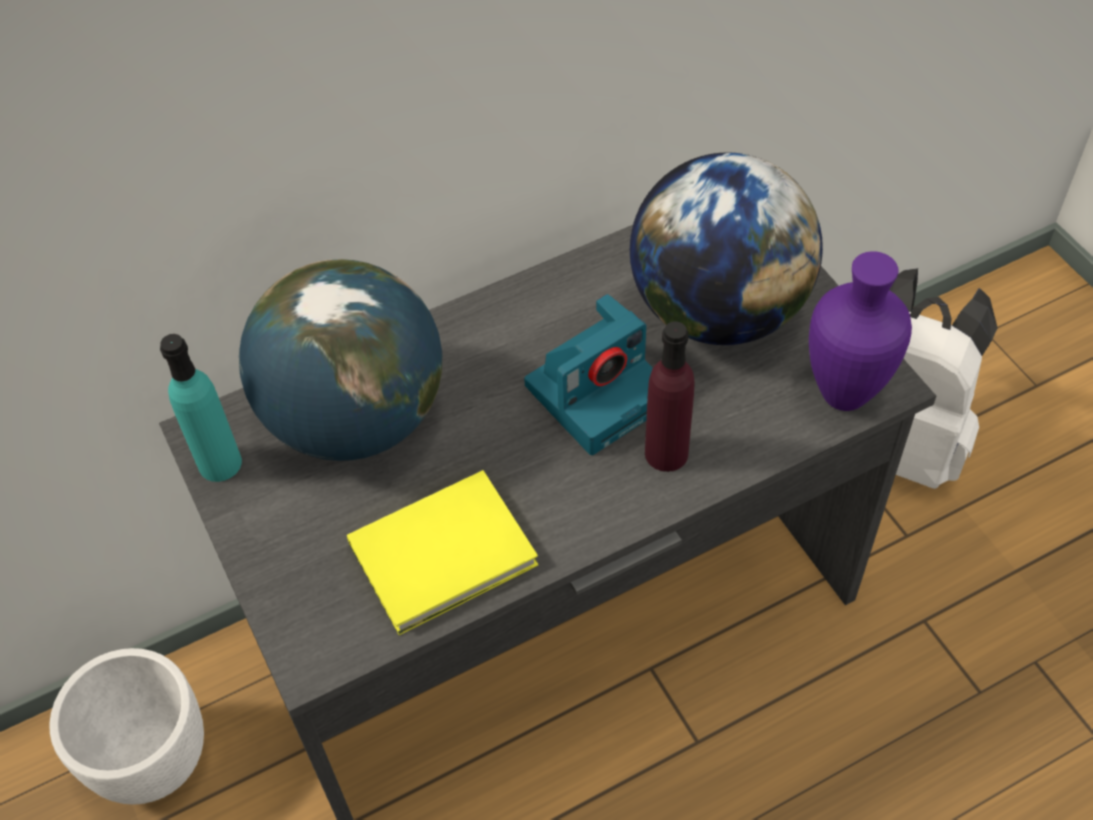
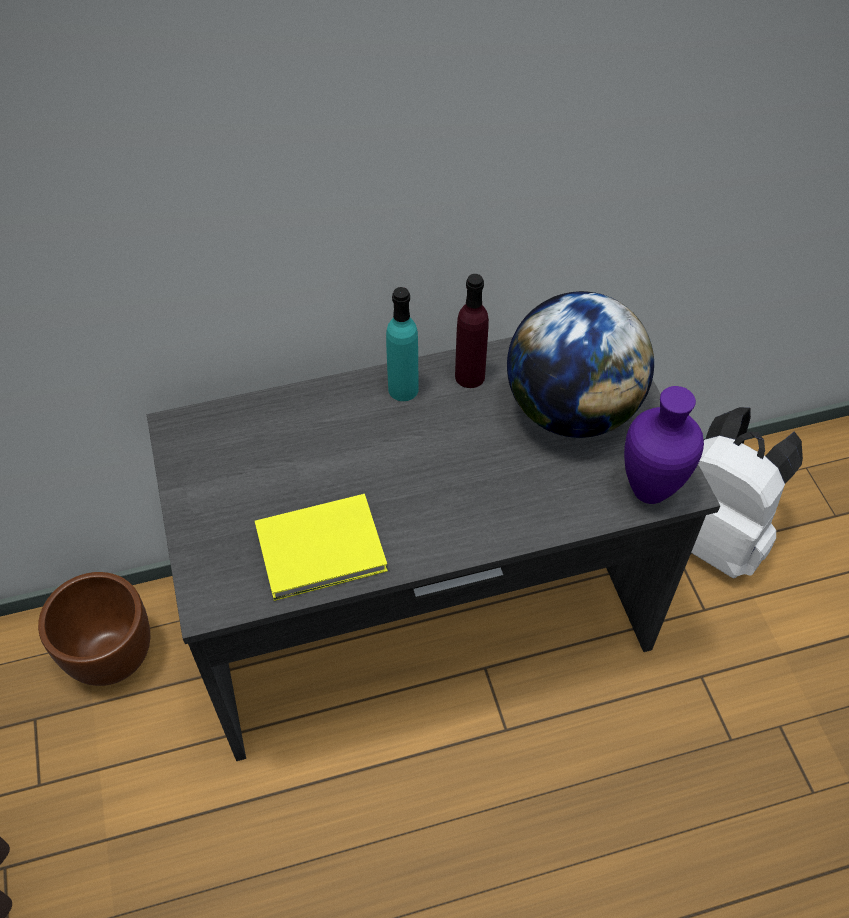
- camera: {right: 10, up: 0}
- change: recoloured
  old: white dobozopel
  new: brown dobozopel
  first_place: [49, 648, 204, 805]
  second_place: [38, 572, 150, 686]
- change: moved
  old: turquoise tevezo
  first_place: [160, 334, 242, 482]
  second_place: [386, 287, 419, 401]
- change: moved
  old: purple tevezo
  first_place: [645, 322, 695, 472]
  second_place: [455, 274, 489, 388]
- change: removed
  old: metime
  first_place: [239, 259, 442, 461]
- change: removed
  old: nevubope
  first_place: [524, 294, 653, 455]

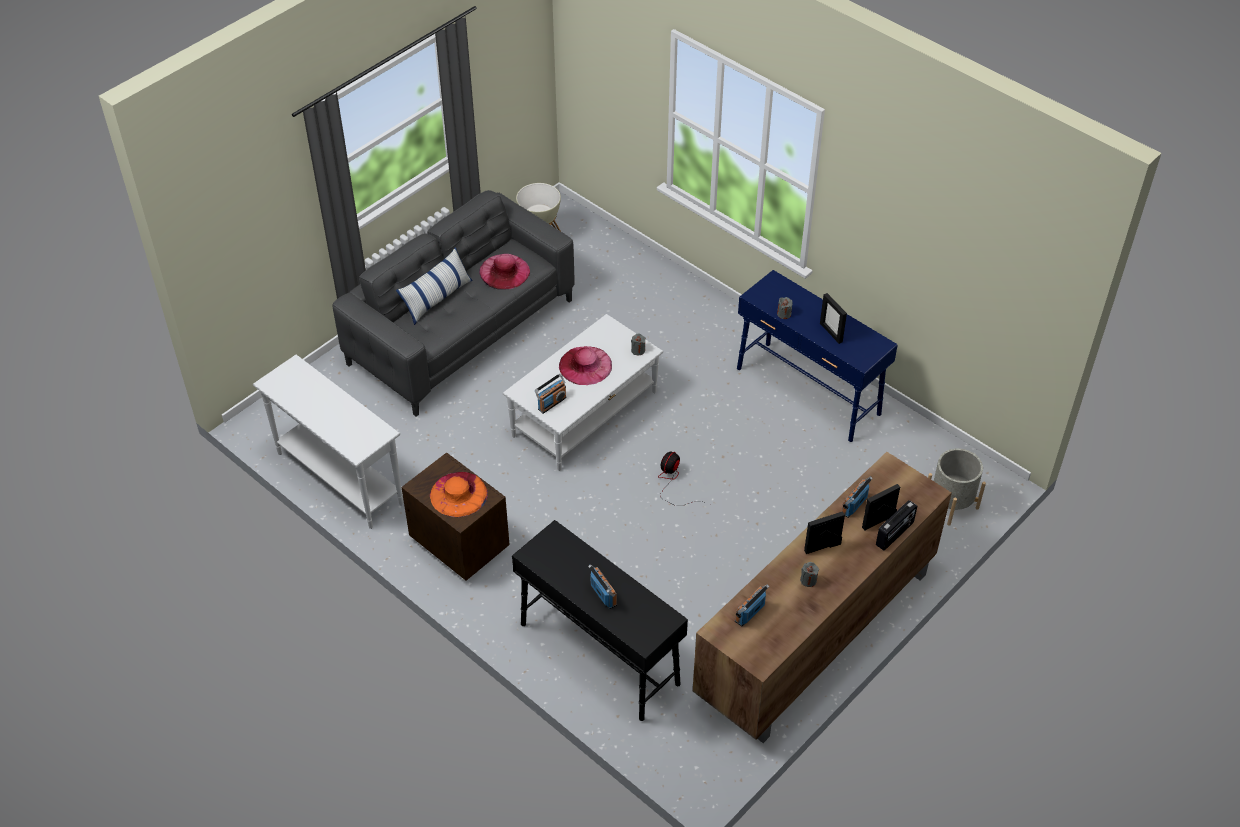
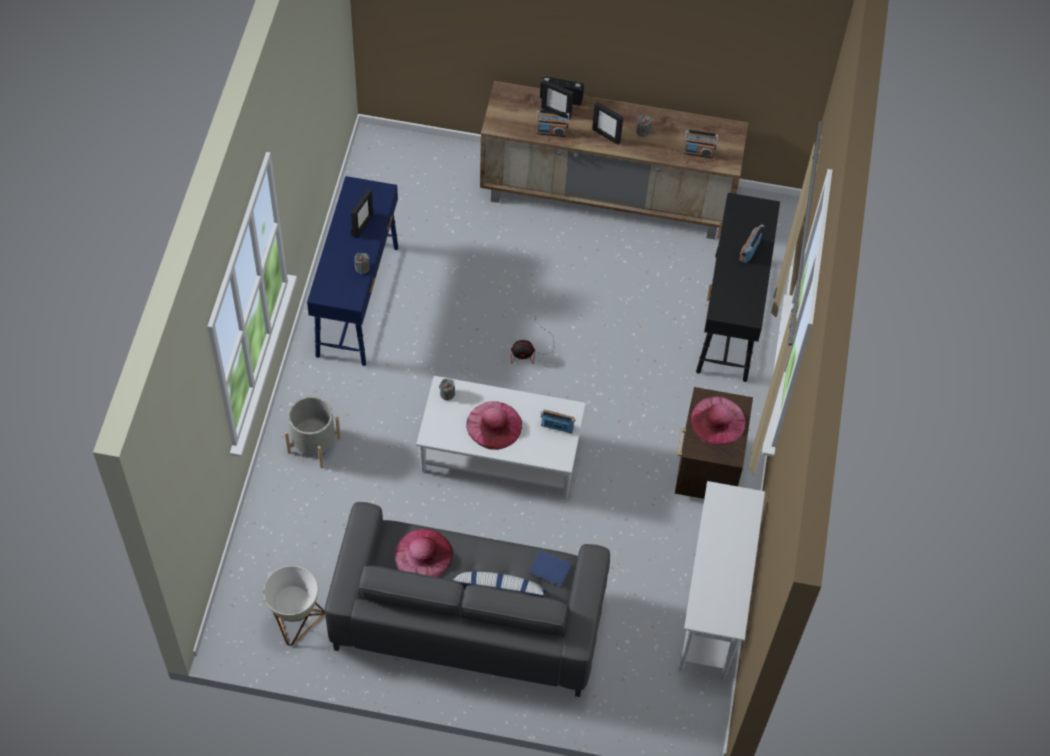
- camera: {right: -125, up: 10}
- change: moved
  old: grey dobozopel
  first_place: [928, 448, 986, 526]
  second_place: [284, 396, 341, 468]
- change: added
  new: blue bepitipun
  second_place: [529, 550, 572, 587]
- change: recoloured
  old: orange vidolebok
  new: pink vidolebok
  first_place: [430, 472, 488, 517]
  second_place: [690, 396, 746, 445]

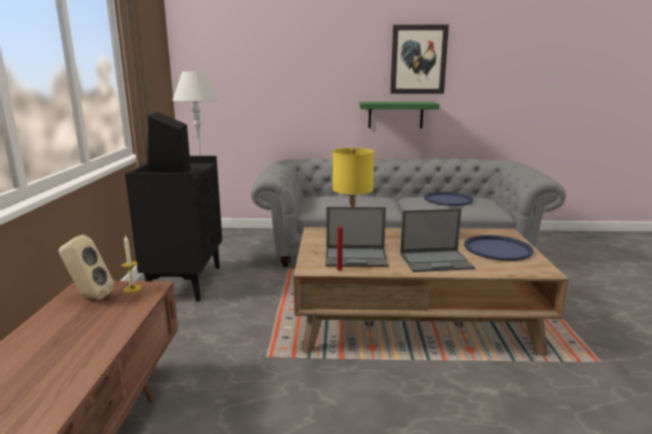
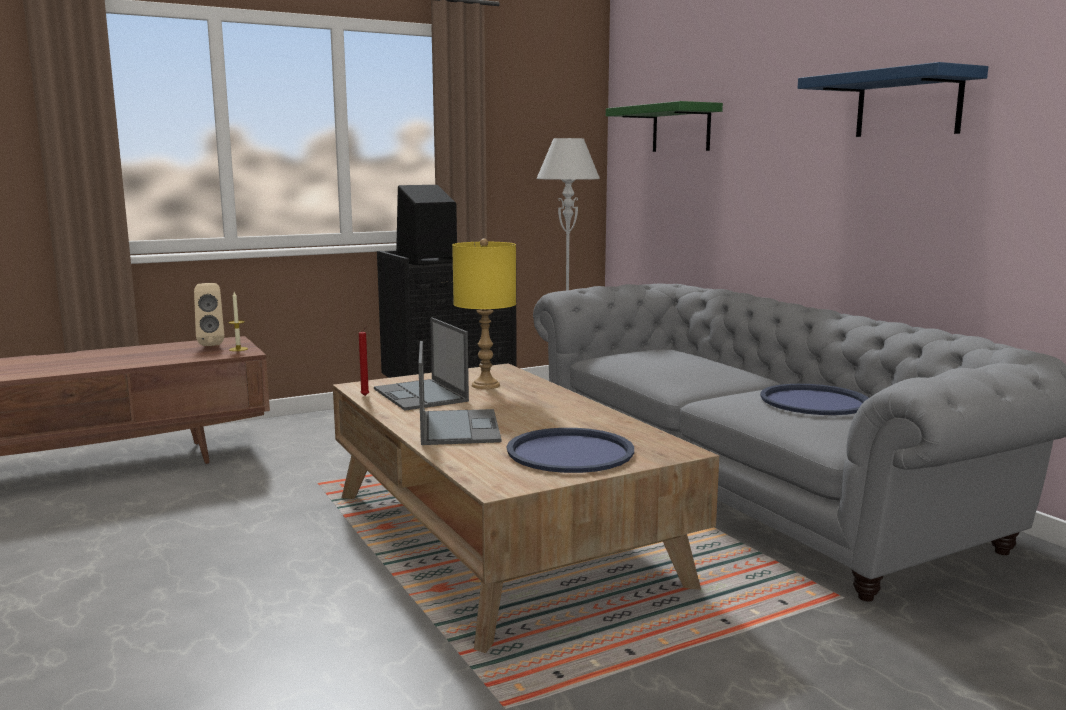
- camera: {right: 60, up: -5}
- change: turned
  old: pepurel
  first_place: [400, 209, 475, 272]
  second_place: [418, 341, 501, 445]
  degrees: -150
- change: moved
  old: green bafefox
  first_place: [359, 102, 440, 128]
  second_place: [606, 101, 723, 152]
- change: replaced
  old: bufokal
  new: blue bafefox
  first_place: [390, 25, 449, 94]
  second_place: [798, 62, 988, 137]

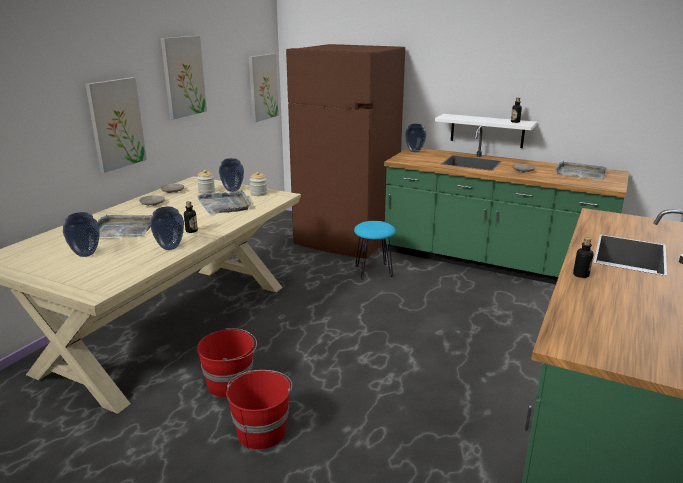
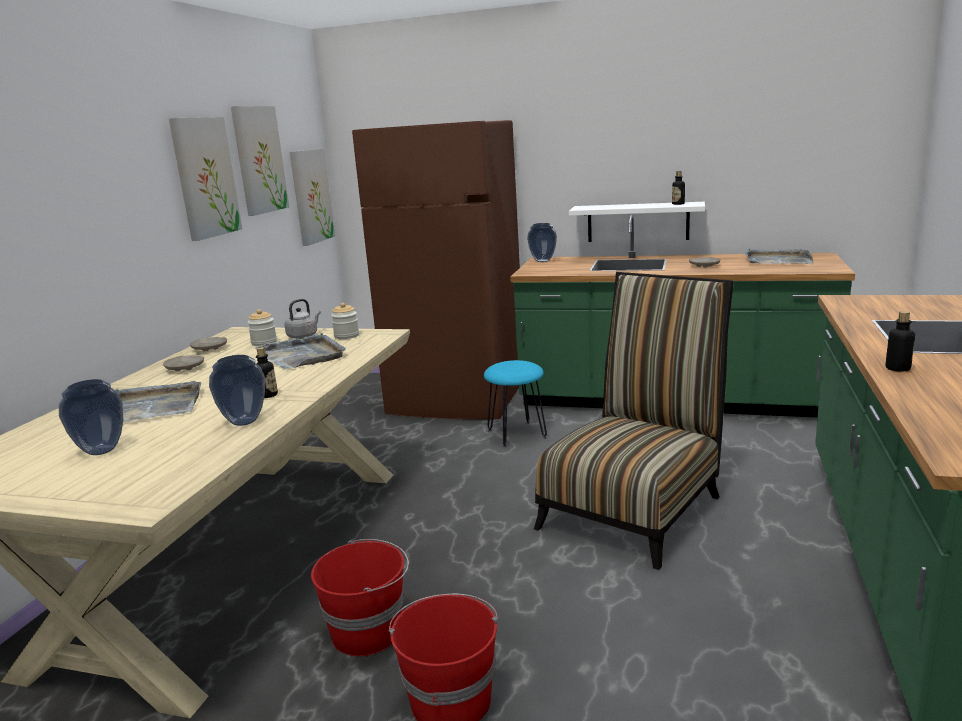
- camera: {right: -10, up: -5}
- change: moved
  old: bufokal
  first_place: [85, 77, 147, 173]
  second_place: [231, 106, 289, 216]
- change: replaced
  old: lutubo
  new: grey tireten
  first_place: [219, 158, 244, 192]
  second_place: [284, 299, 321, 339]
- change: added
  new: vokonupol
  second_place: [534, 272, 734, 570]

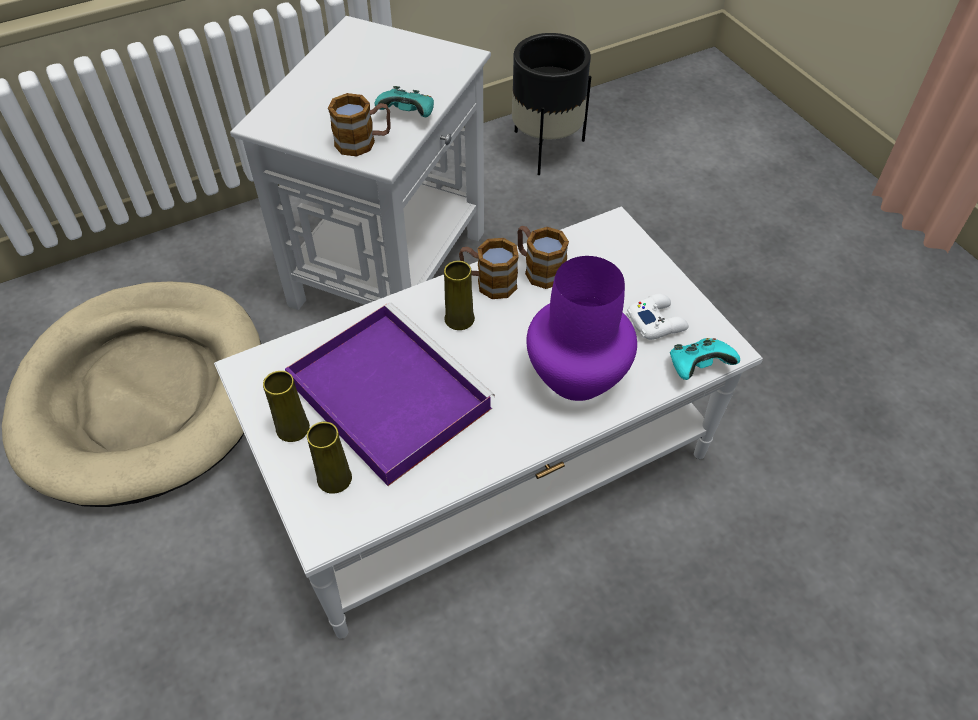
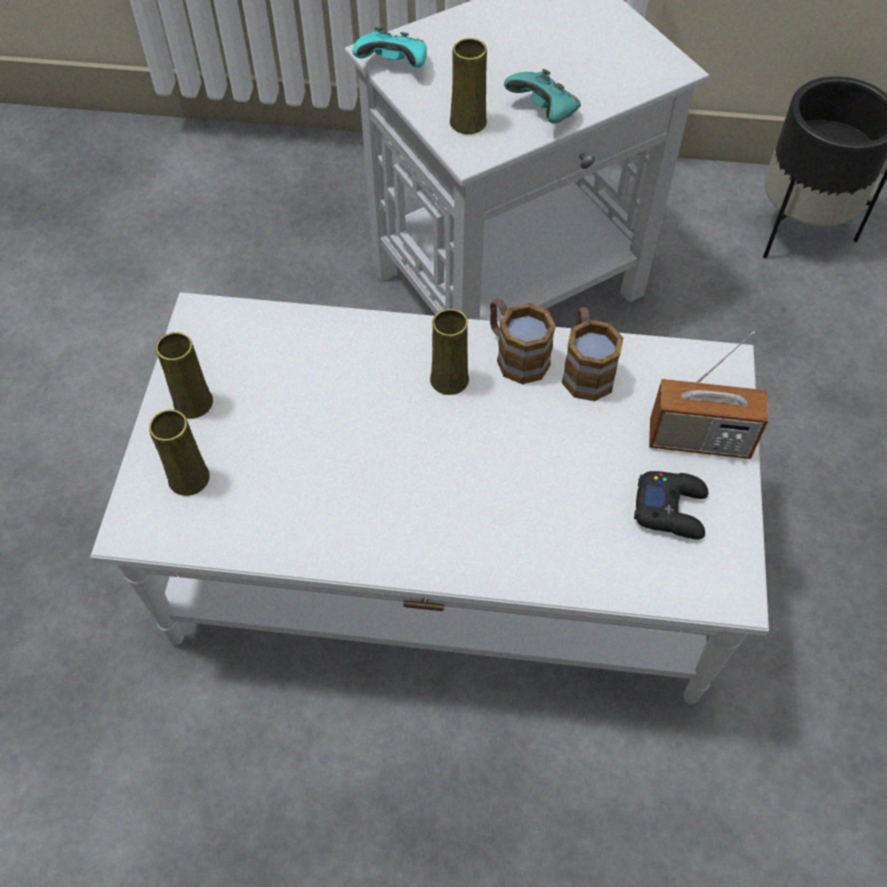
- camera: {right: 35, up: 5}
- change: moved
  old: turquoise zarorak
  first_place: [670, 338, 740, 380]
  second_place: [352, 27, 427, 68]
- change: replaced
  old: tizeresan
  new: yellow lutubo
  first_place: [328, 93, 390, 157]
  second_place: [450, 38, 487, 134]
- change: recoloured
  old: white zarorak
  new: black zarorak
  first_place: [627, 293, 689, 340]
  second_place: [634, 471, 708, 540]
- change: added
  new: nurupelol
  second_place: [649, 331, 768, 459]
- change: removed
  old: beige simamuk
  first_place: [2, 281, 261, 507]
- change: removed
  old: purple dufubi
  first_place: [285, 303, 495, 486]
- change: removed
  old: purple lutubo
  first_place: [526, 256, 637, 401]

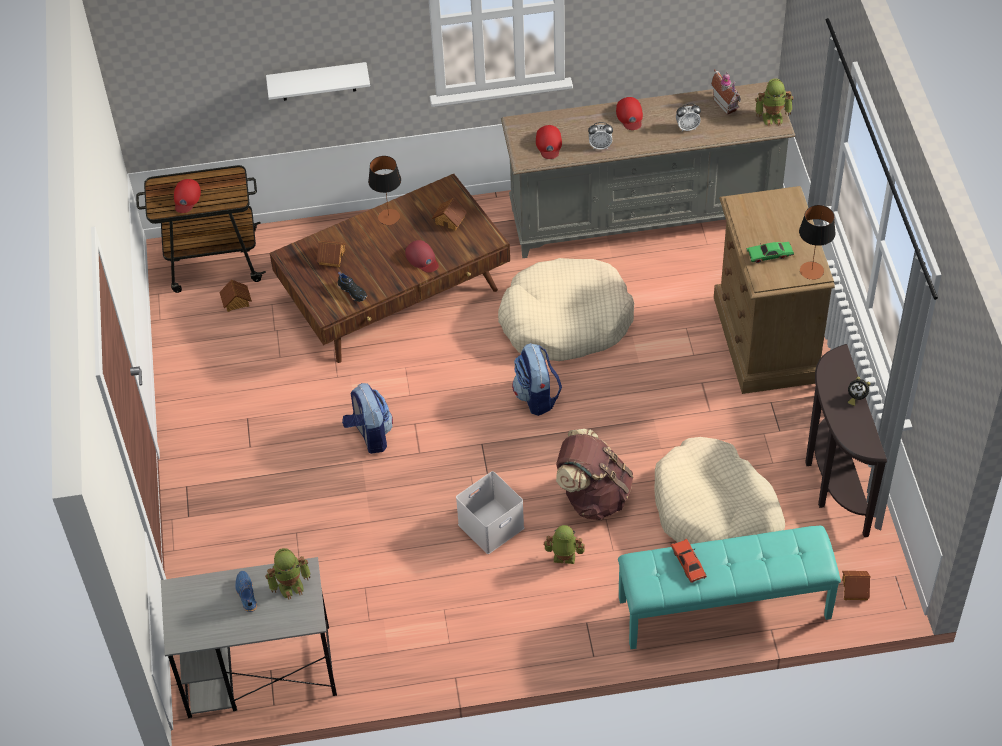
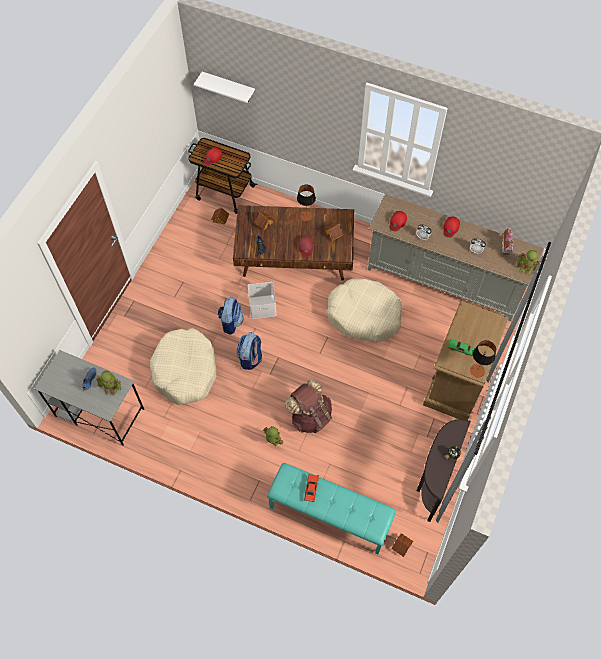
- camera: {right: 30, up: 10}
- change: moved
  old: beige simamuk
  first_place: [654, 437, 785, 544]
  second_place: [150, 328, 216, 405]
- change: moved
  old: white bafefox
  first_place: [266, 62, 370, 101]
  second_place: [194, 72, 255, 103]
- change: moved
  old: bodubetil
  first_place: [512, 343, 562, 416]
  second_place: [237, 332, 262, 370]
- change: moved
  old: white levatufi
  first_place: [456, 471, 524, 554]
  second_place: [248, 282, 277, 319]

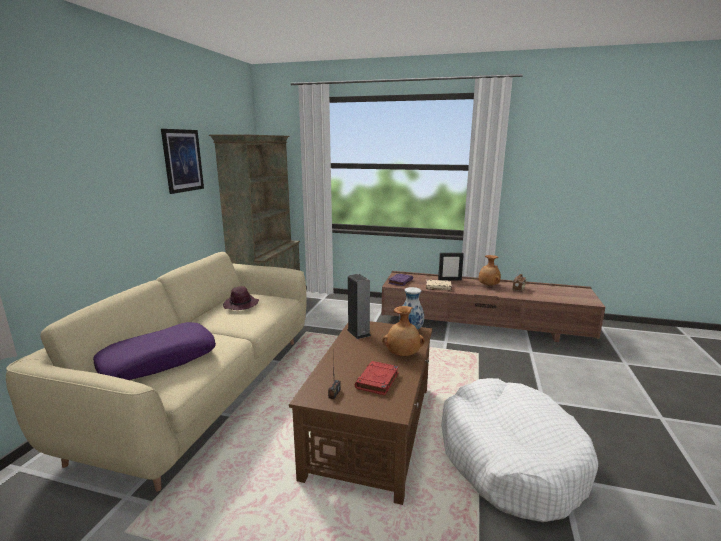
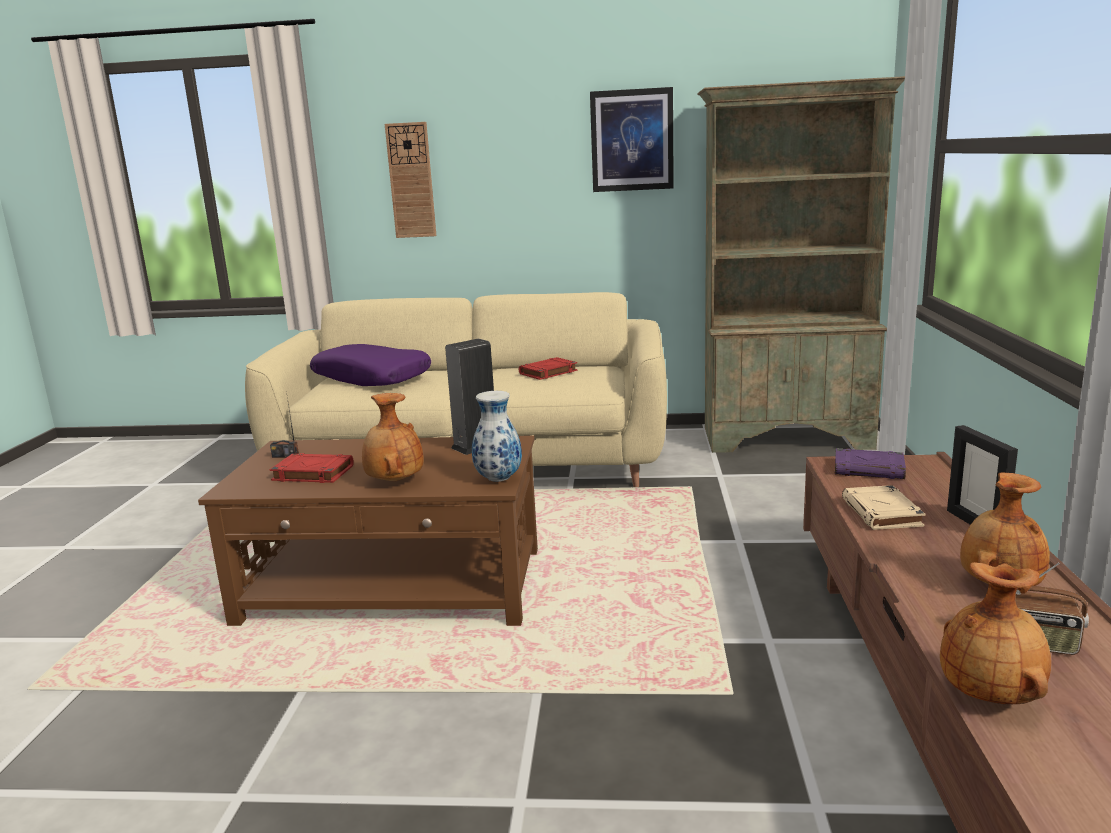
- camera: {right: 80, up: 0}
- change: added
  new: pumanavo
  second_place: [385, 122, 436, 238]
- change: replaced
  old: purple vidolebok
  new: red bepitipun
  first_place: [223, 286, 259, 310]
  second_place: [519, 357, 578, 380]
- change: added
  new: brown lutubo
  second_place: [940, 562, 1051, 704]
- change: removed
  old: white simamuk
  first_place: [441, 378, 598, 522]

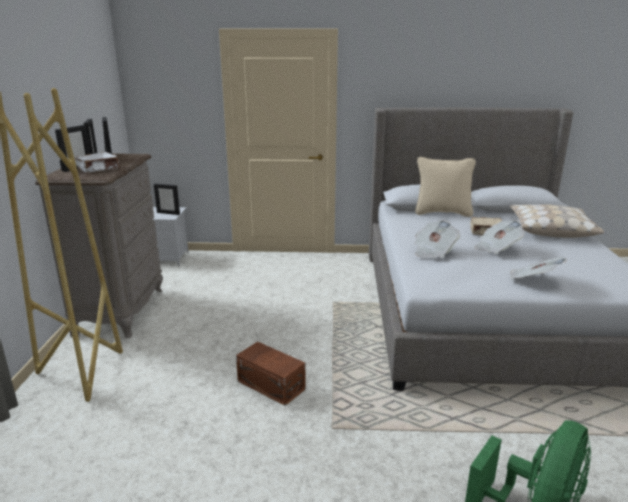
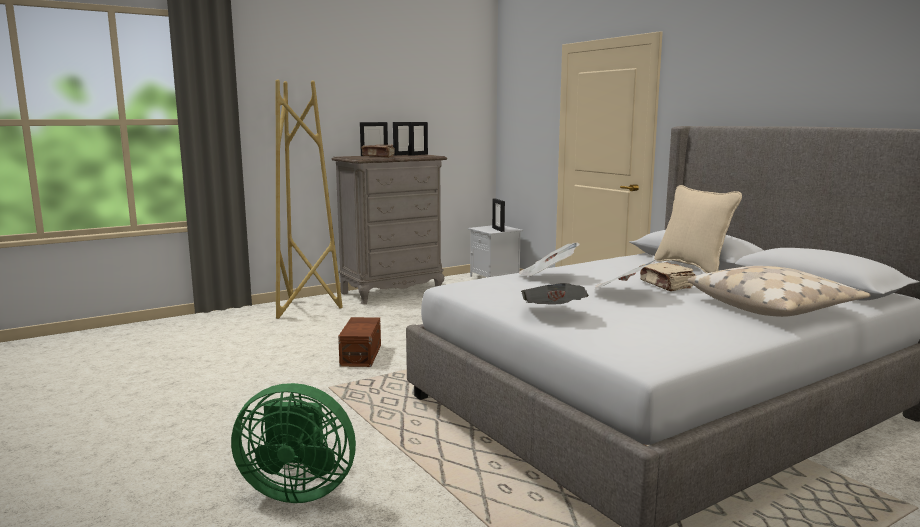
- camera: {right: 55, up: -10}
- change: recoloured
  old: white bepitipun
  new: brown bepitipun
  first_place: [75, 152, 119, 173]
  second_place: [361, 145, 395, 158]

